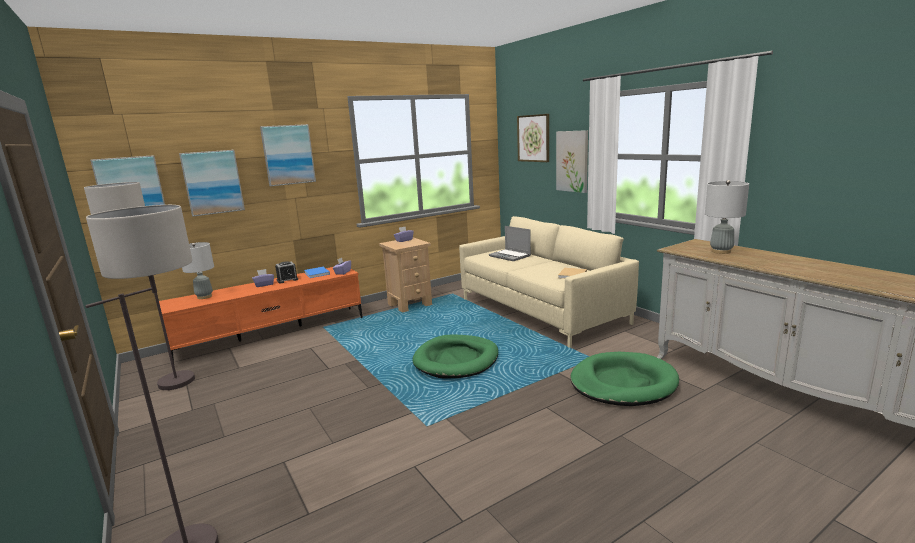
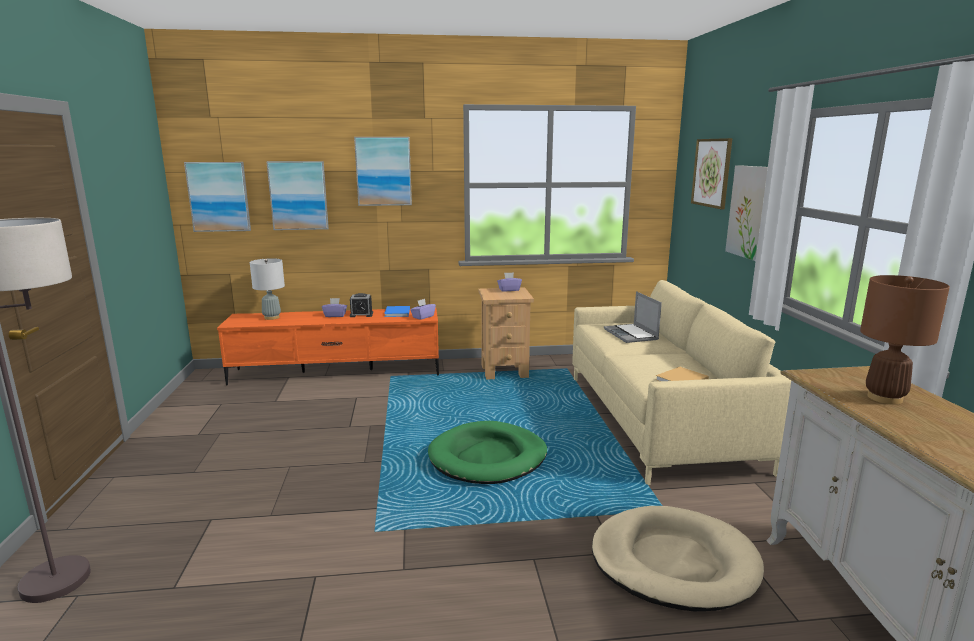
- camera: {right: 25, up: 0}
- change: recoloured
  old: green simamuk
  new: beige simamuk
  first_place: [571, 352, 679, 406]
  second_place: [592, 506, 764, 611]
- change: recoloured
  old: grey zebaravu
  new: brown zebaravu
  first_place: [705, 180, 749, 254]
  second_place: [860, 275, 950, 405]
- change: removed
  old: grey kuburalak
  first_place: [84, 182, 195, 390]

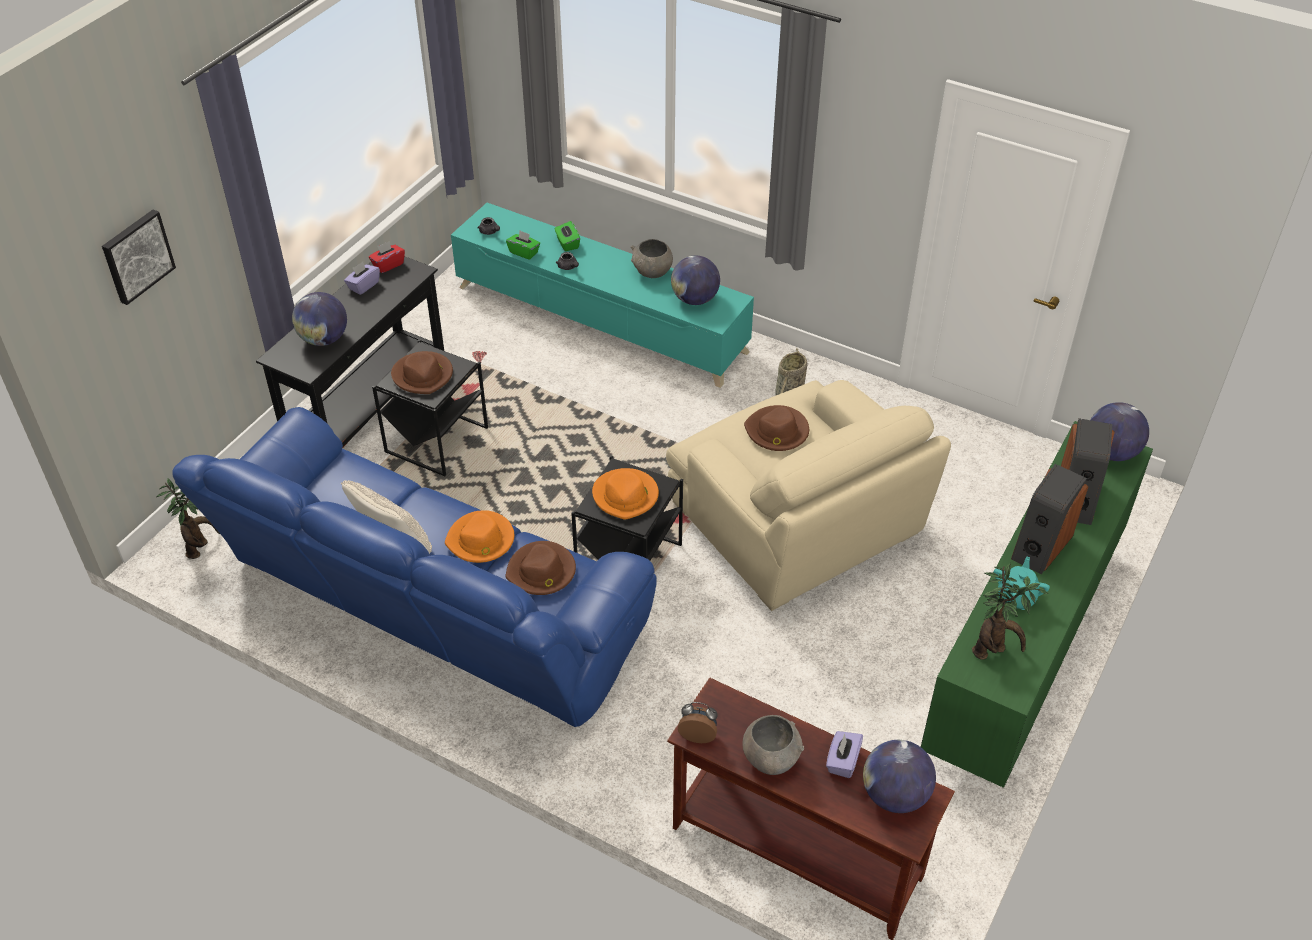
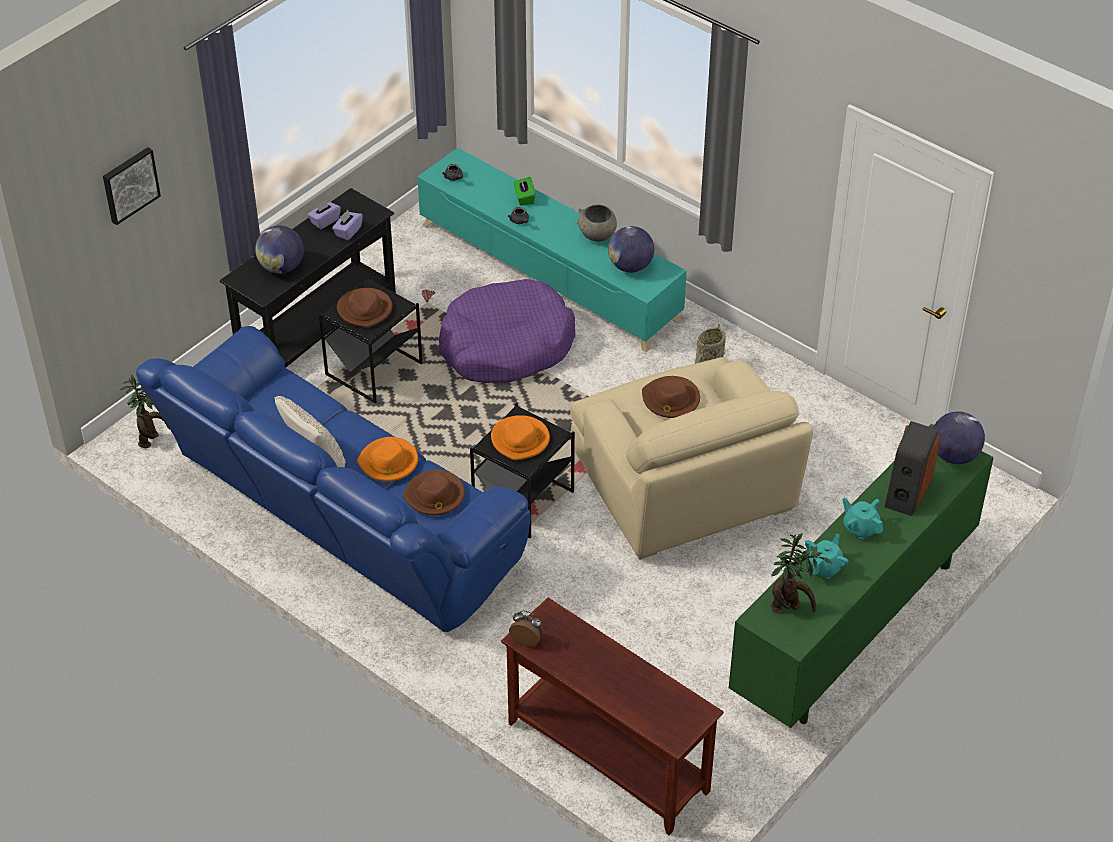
- camera: {right: 10, up: 0}
- change: moved
  old: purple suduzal
  first_place: [826, 731, 863, 778]
  second_place: [332, 210, 363, 240]
- change: added
  new: purple simamuk
  second_place: [439, 279, 576, 383]
- change: replaced
  old: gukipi
  new: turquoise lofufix
  first_place: [1011, 464, 1088, 574]
  second_place: [842, 498, 883, 539]
- change: removed
  old: red suduzal
  first_place: [369, 241, 405, 273]
- change: removed
  old: green suduzal
  first_place: [506, 230, 540, 260]
- change: removed
  old: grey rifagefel
  first_place: [742, 715, 804, 775]
- change: removed
  old: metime
  first_place: [863, 740, 936, 813]

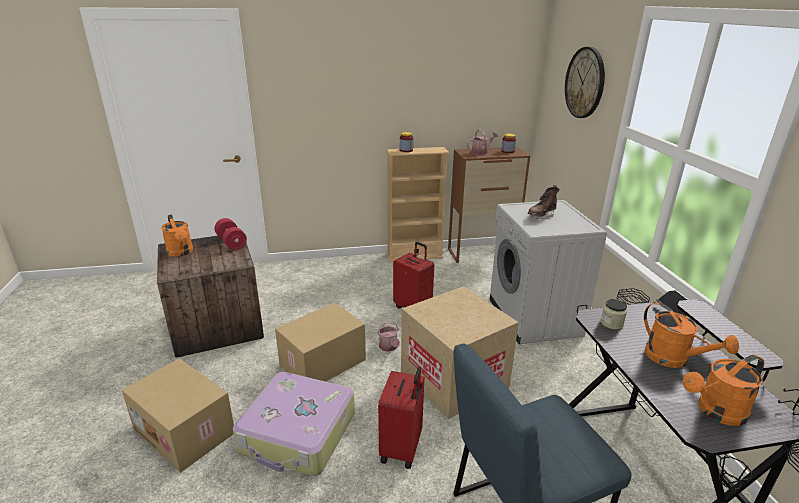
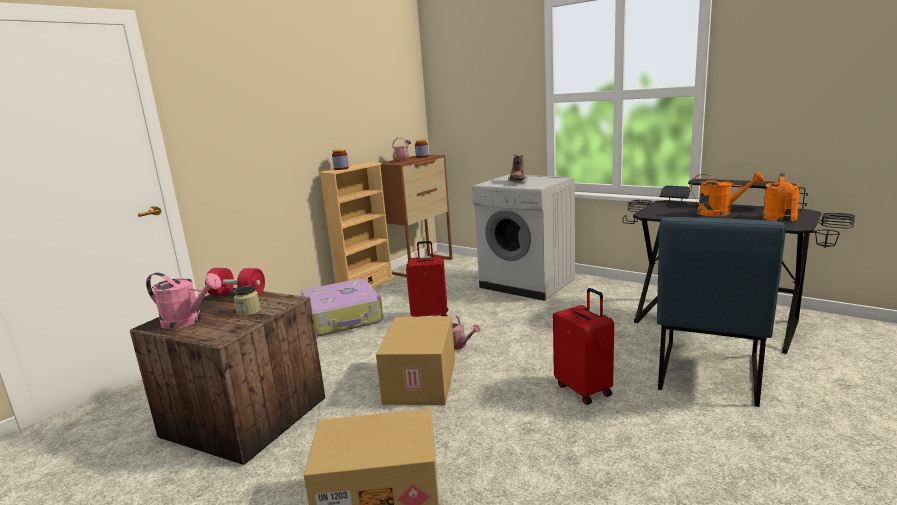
- camera: {right: -40, up: -10}
- change: recoloured
  old: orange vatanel
  new: pink vatanel
  first_place: [161, 214, 193, 257]
  second_place: [146, 273, 222, 329]
- change: moved
  old: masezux
  first_place: [600, 299, 627, 329]
  second_place: [234, 286, 261, 316]
- change: moved
  old: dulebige
  first_place: [233, 372, 355, 476]
  second_place: [300, 279, 383, 336]
- change: removed
  old: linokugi
  first_place: [401, 286, 519, 419]
- change: removed
  old: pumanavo
  first_place: [565, 47, 605, 118]

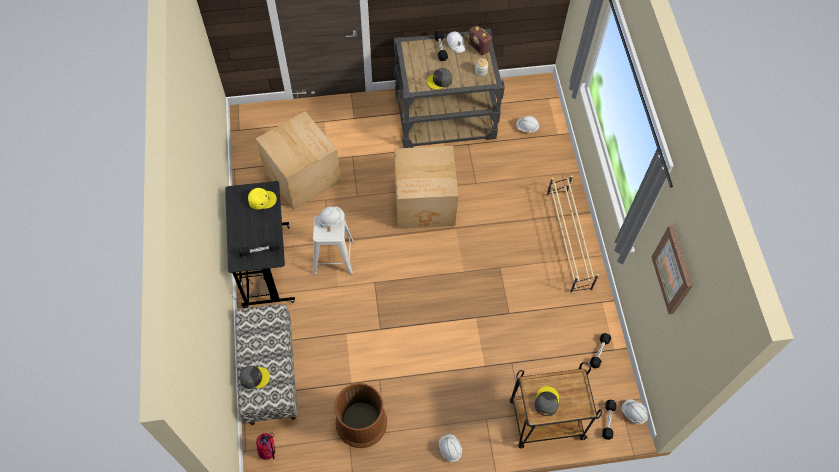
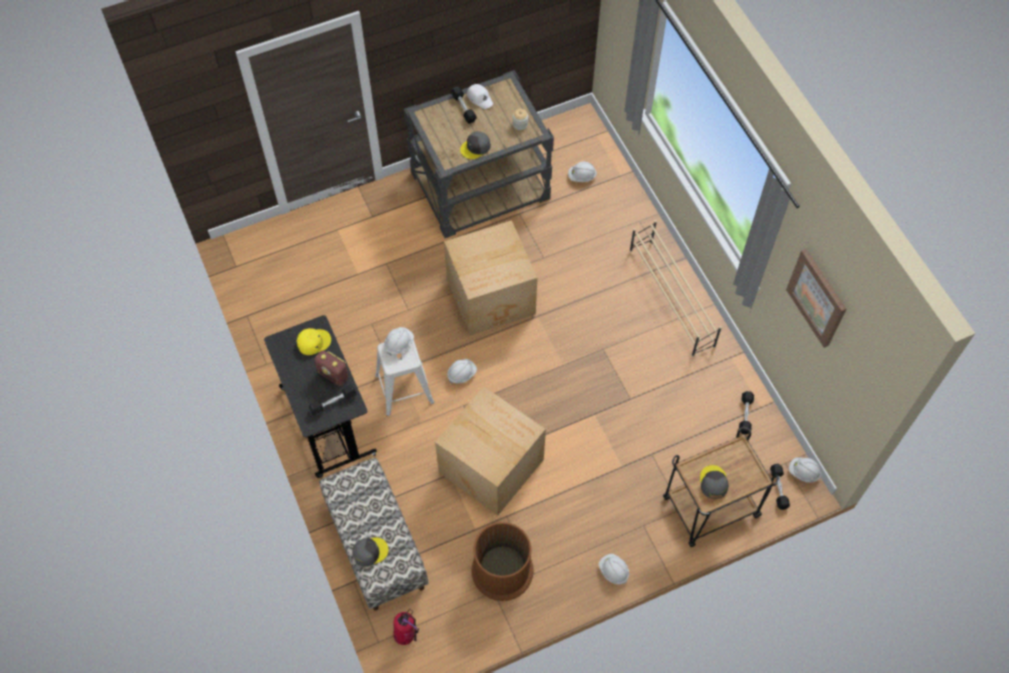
- camera: {right: -15, up: 0}
- change: moved
  old: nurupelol
  first_place: [469, 25, 492, 55]
  second_place: [314, 350, 348, 386]
- change: moved
  old: linokugi
  first_place: [256, 111, 341, 210]
  second_place: [435, 386, 546, 516]
- change: added
  new: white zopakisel
  second_place: [447, 359, 477, 383]

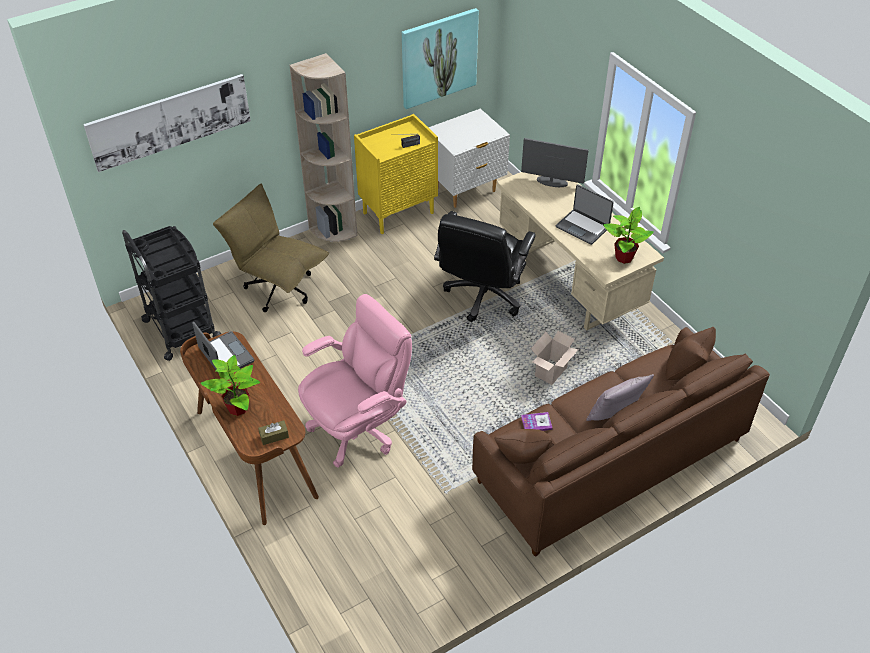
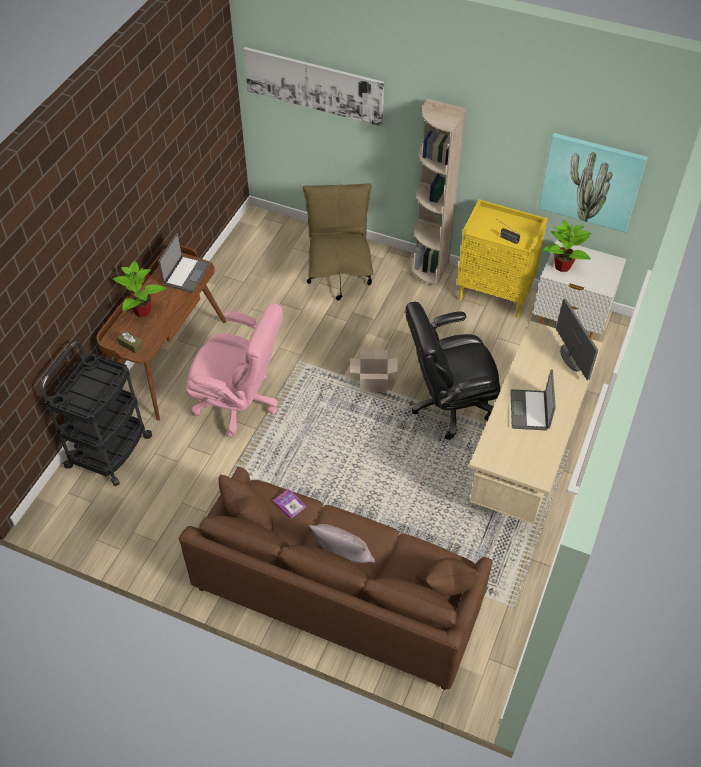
- camera: {right: 55, up: 5}
- change: moved
  old: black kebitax
  first_place: [122, 226, 221, 361]
  second_place: [41, 341, 152, 486]
- change: moved
  old: linokugi
  first_place: [531, 331, 578, 385]
  second_place: [350, 349, 398, 392]
- change: moved
  old: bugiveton
  first_place: [603, 207, 654, 264]
  second_place: [543, 220, 591, 272]

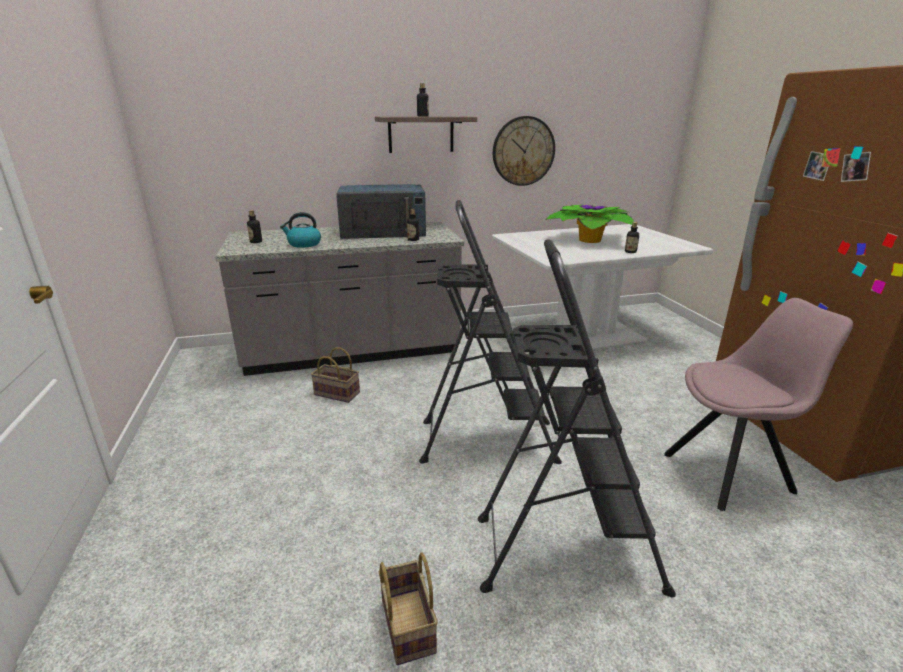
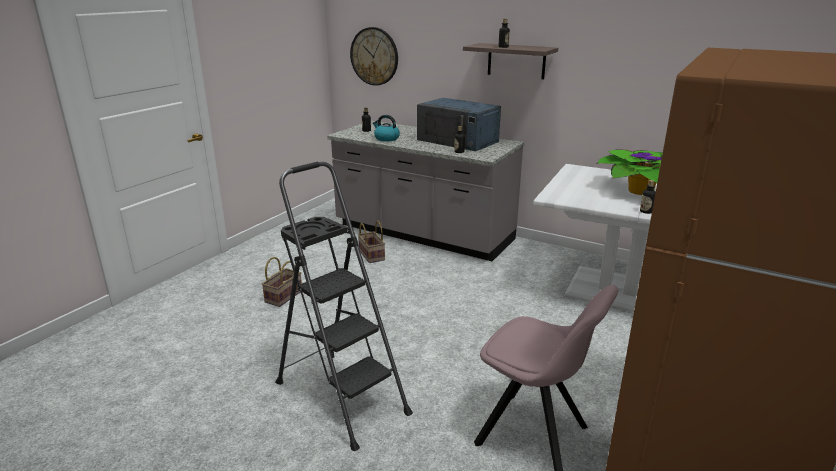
- camera: {right: 45, up: 0}
- change: moved
  old: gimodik
  first_place: [379, 552, 438, 665]
  second_place: [262, 257, 302, 307]
- change: moved
  old: pumanavo
  first_place: [493, 116, 555, 186]
  second_place: [350, 27, 398, 86]
- change: removed
  old: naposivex
  first_place: [419, 200, 562, 464]

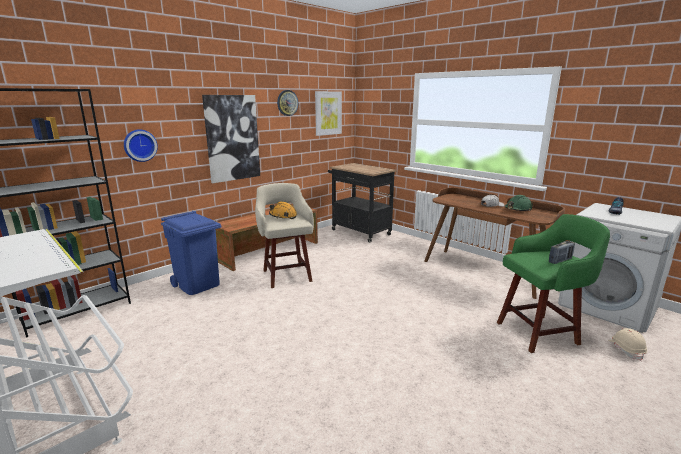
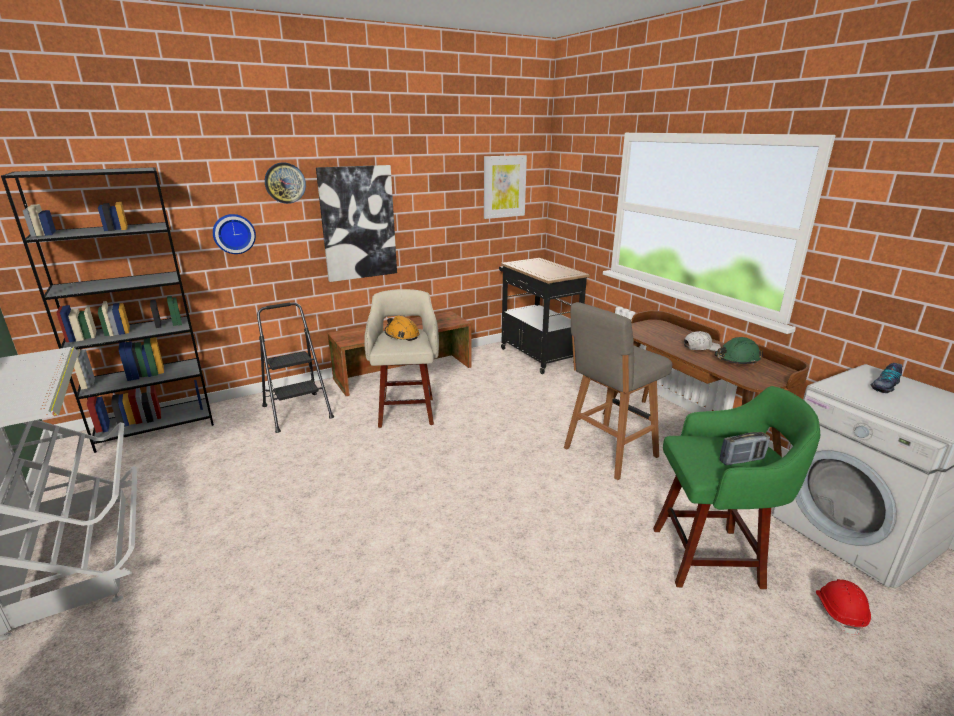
- camera: {right: 15, up: 5}
- change: replaced
  old: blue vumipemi
  new: black naposivex
  first_place: [161, 211, 222, 295]
  second_place: [257, 302, 334, 433]
- change: moved
  old: pumanavo
  first_place: [277, 90, 298, 116]
  second_place: [265, 162, 306, 204]
- change: added
  new: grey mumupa
  second_place: [564, 302, 672, 480]
- change: recoloured
  old: beige zopakisel
  new: red zopakisel
  first_place: [608, 328, 647, 361]
  second_place: [816, 579, 871, 637]

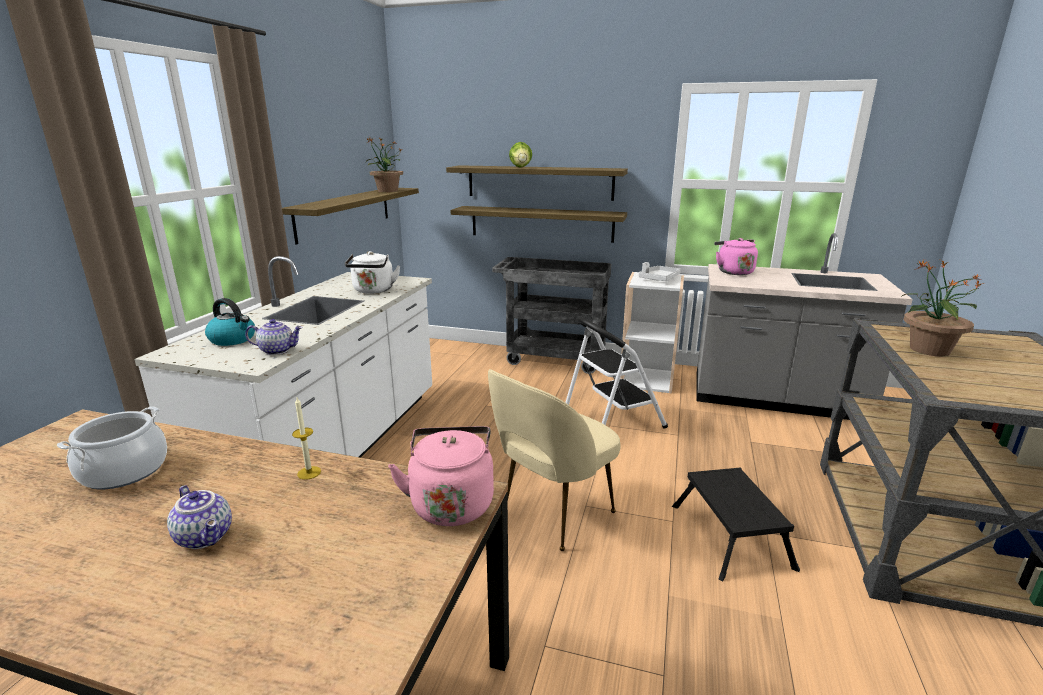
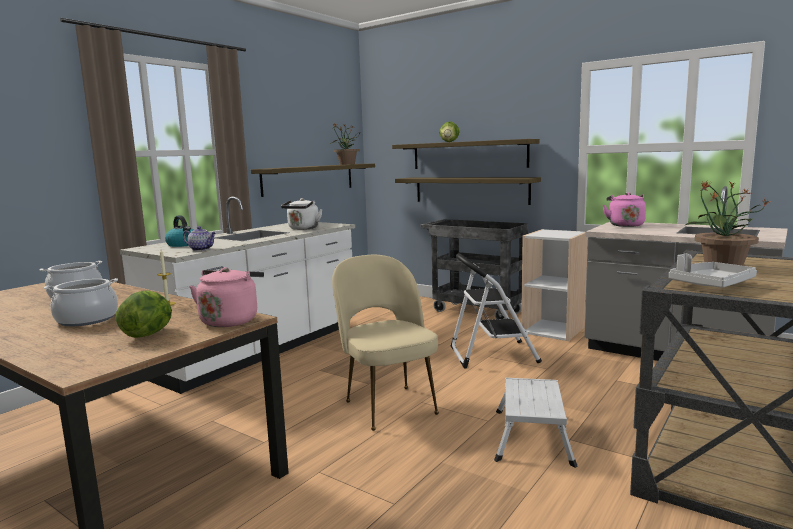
- camera: {right: 20, up: -10}
- change: replaced
  old: lofufix
  new: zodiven
  first_place: [167, 485, 232, 549]
  second_place: [44, 278, 118, 326]
- change: added
  new: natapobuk
  second_place: [115, 290, 172, 338]
- change: turned
  old: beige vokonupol
  first_place: [488, 369, 621, 551]
  second_place: [332, 255, 439, 431]
  degrees: 90
- change: recoloured
  old: black naposivex
  new: white naposivex
  first_place: [672, 468, 800, 582]
  second_place: [494, 378, 578, 468]
- change: moved
  old: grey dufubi
  first_place: [638, 262, 681, 281]
  second_place: [669, 254, 757, 288]

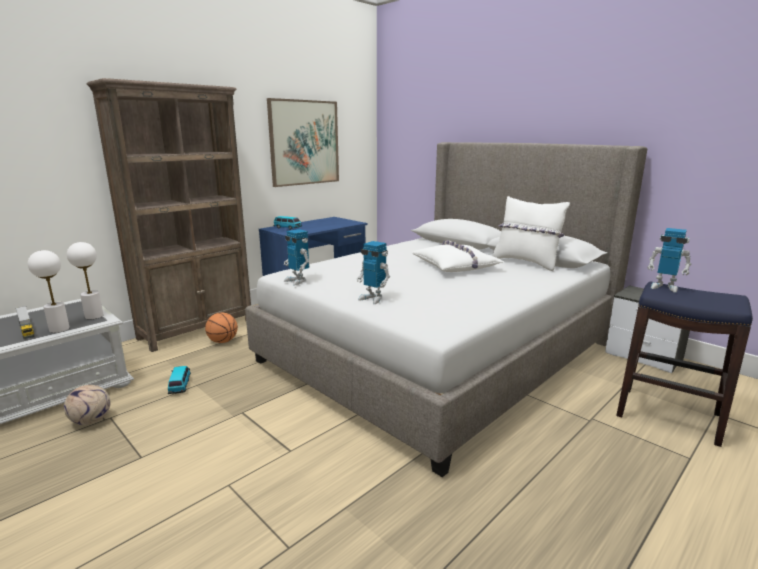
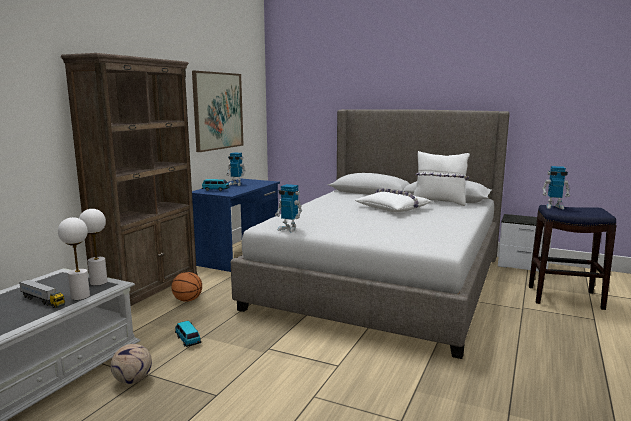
- camera: {right: -20, up: -5}
- change: moved
  old: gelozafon
  first_place: [356, 241, 390, 304]
  second_place: [226, 153, 246, 186]

